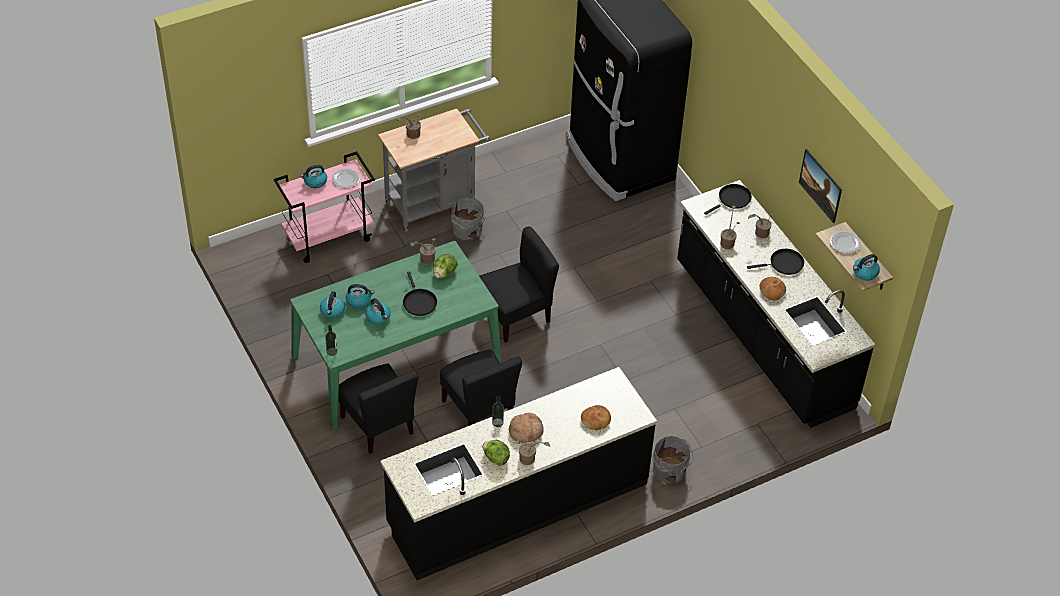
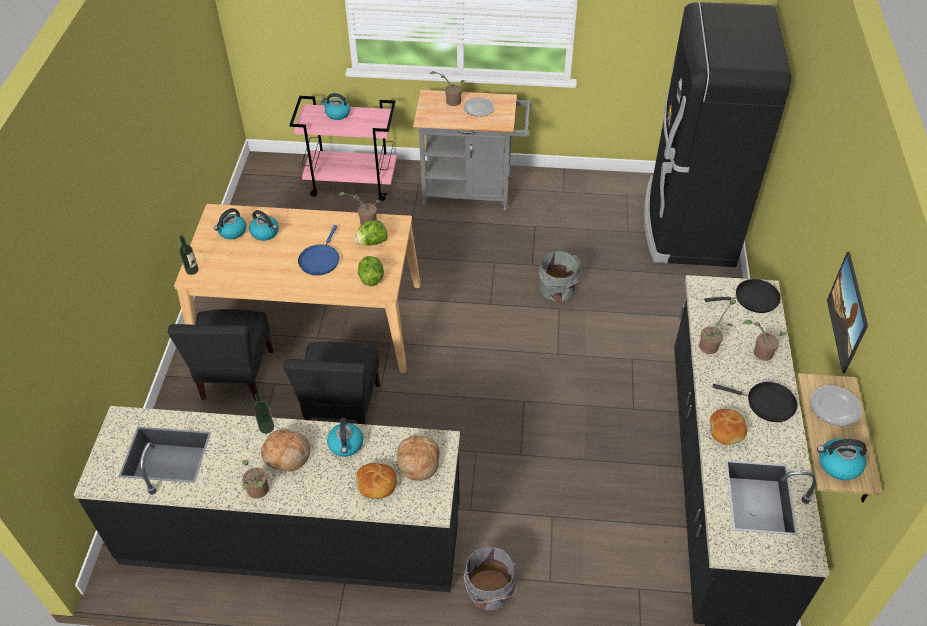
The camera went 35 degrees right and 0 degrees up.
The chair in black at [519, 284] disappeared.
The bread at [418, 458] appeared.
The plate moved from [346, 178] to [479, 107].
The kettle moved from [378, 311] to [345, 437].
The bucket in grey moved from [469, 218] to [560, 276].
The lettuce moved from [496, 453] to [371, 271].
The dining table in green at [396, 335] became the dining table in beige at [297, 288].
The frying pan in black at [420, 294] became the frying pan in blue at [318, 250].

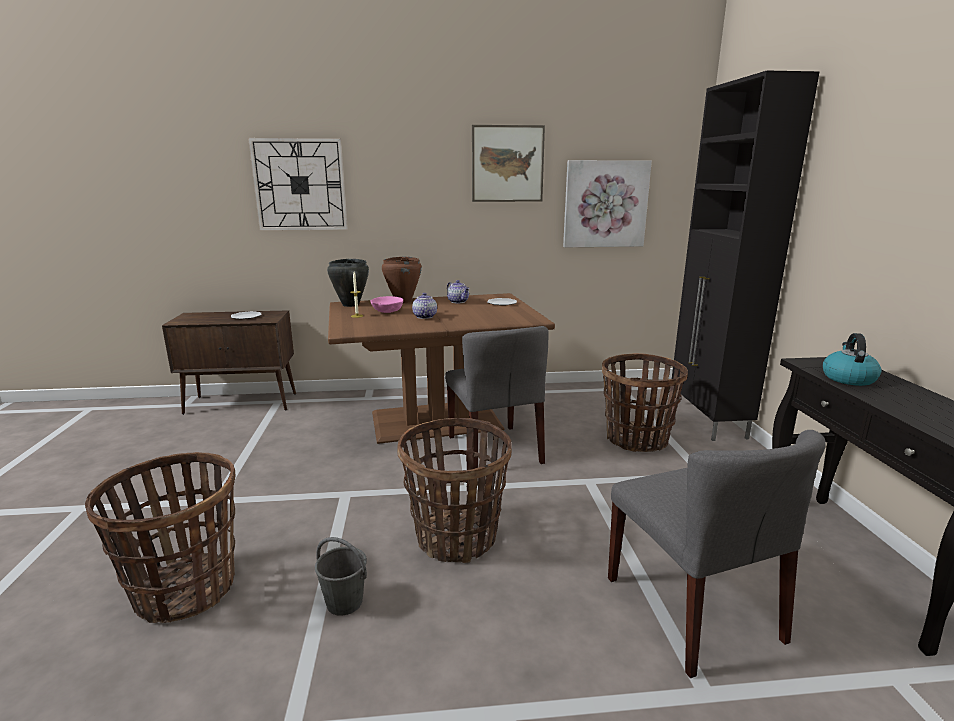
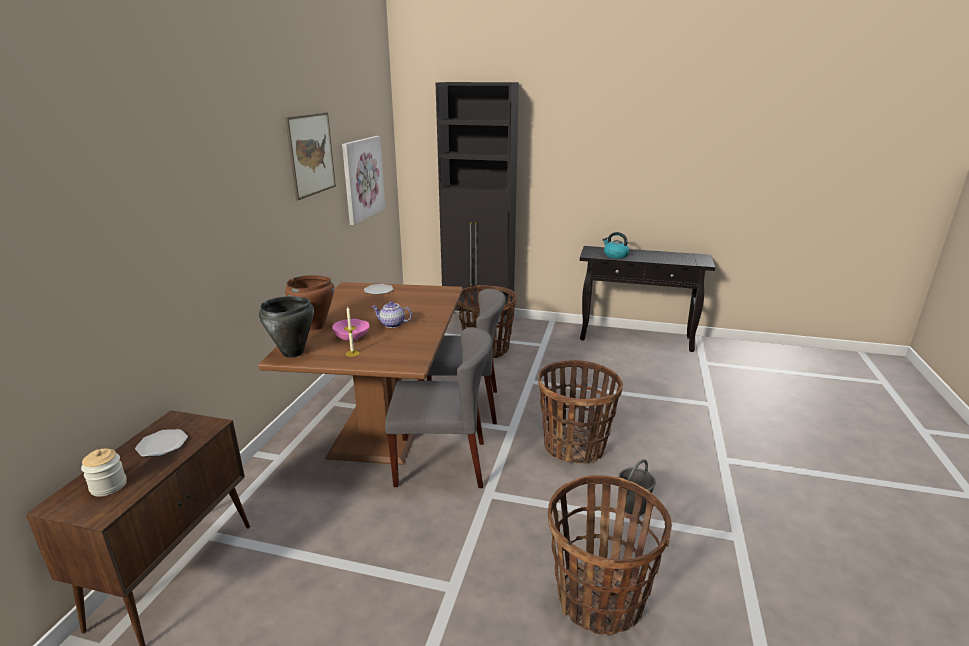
The camera went 70 degrees left and 5 degrees up.
The wall clock at [298, 184] disappeared.
The teapot at [458, 291] disappeared.
The jar at [104, 473] appeared.
The chair in grey moved from [717, 554] to [438, 407].

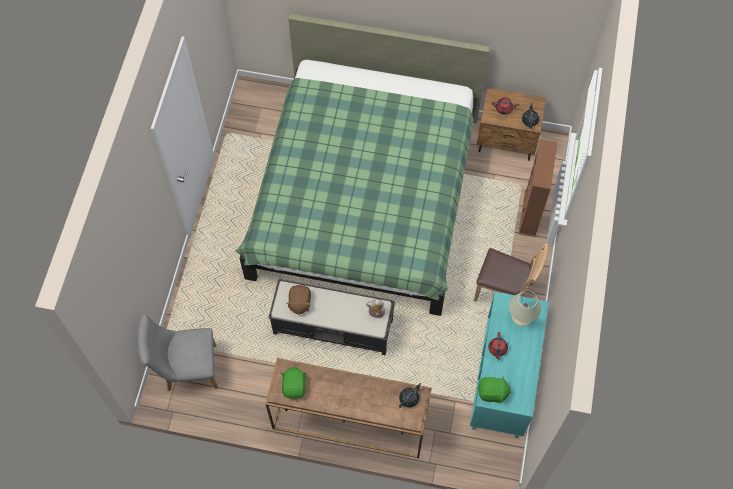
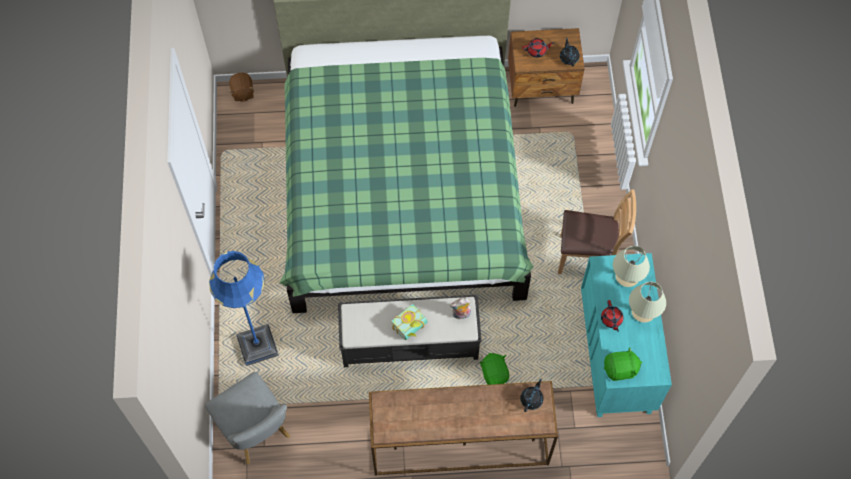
The camera went 15 degrees left and 0 degrees up.
The bookcase in brown at [538, 188] disappeared.
The floor lamp in blue at [244, 308] appeared.
The book at [409, 322] appeared.
The table lamp in beige at [647, 302] appeared.
The plush toy in green moved from [294, 383] to [494, 369].
The plush toy in brown moved from [299, 300] to [241, 87].
The chair in grey at [178, 353] turned 105 degrees counterclockwise.

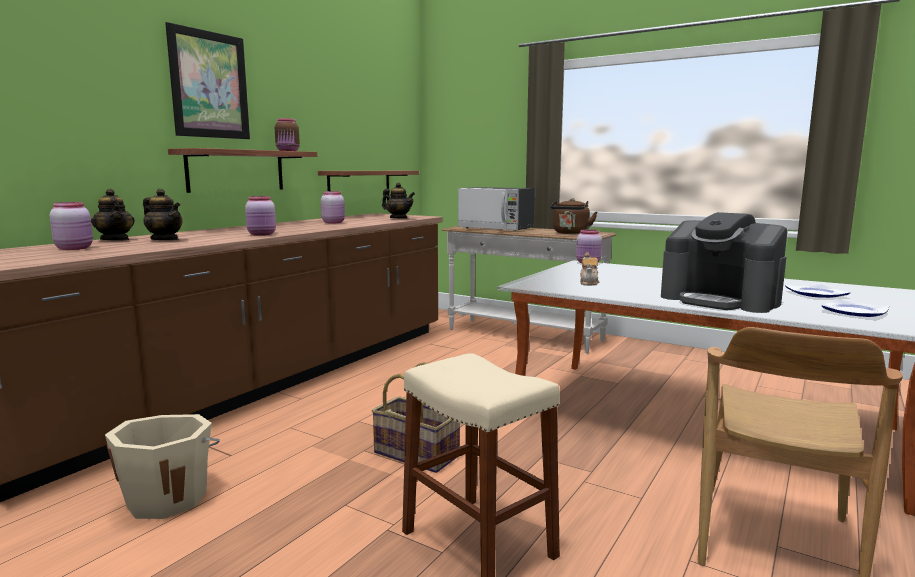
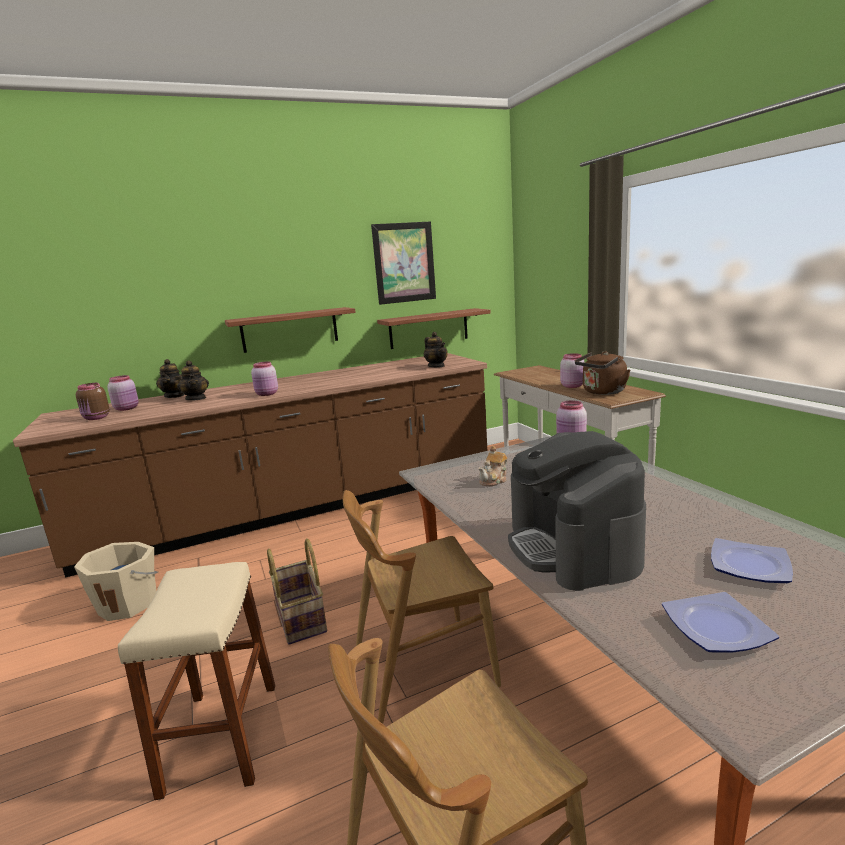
The camera went 35 degrees right and 5 degrees up.
The microwave at [496, 209] disappeared.
The chair in brown at [422, 607] appeared.
The picture moved from [207, 80] to [403, 263].
The jar in brown moved from [287, 134] to [93, 401].
The jar in pink moved from [333, 207] to [572, 370].

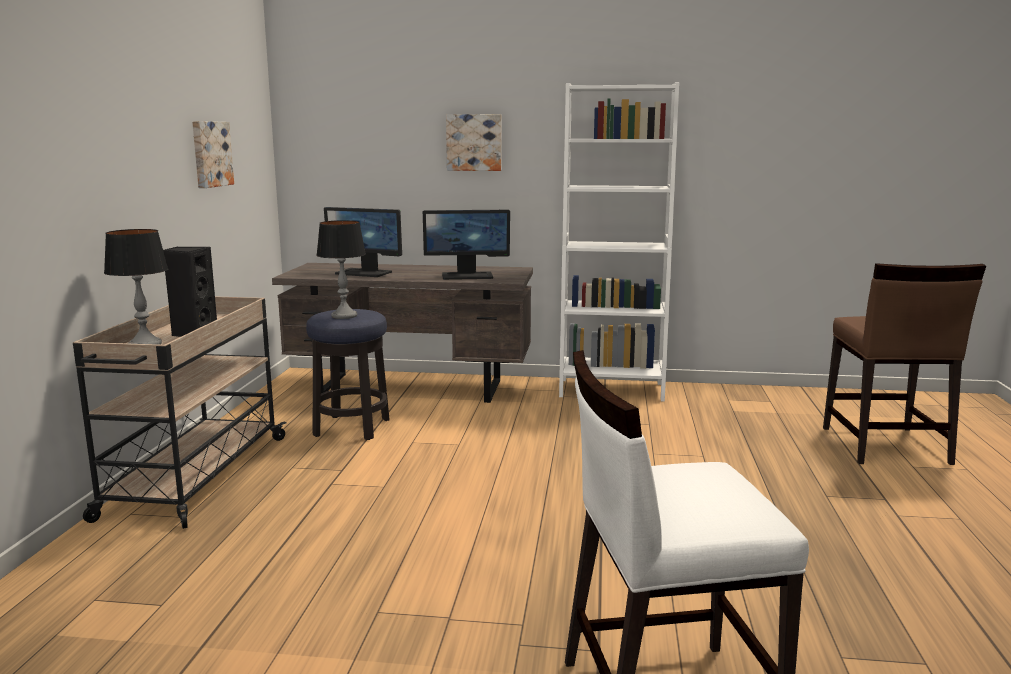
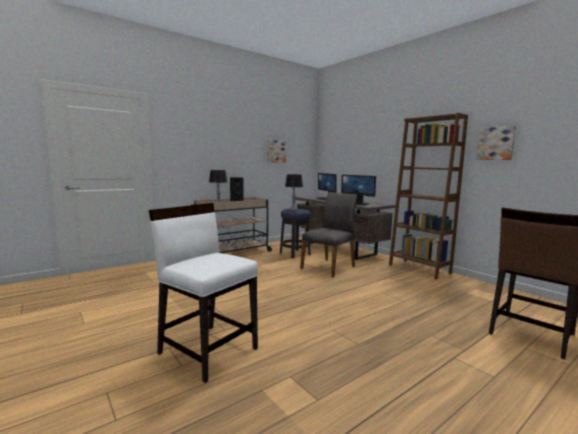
The camera went 45 degrees right and 5 degrees down.
The chair in grey at [328, 235] appeared.
The picture moved from [474, 142] to [496, 143].
The bookcase in white at [619, 241] became the bookcase in brown at [428, 196].

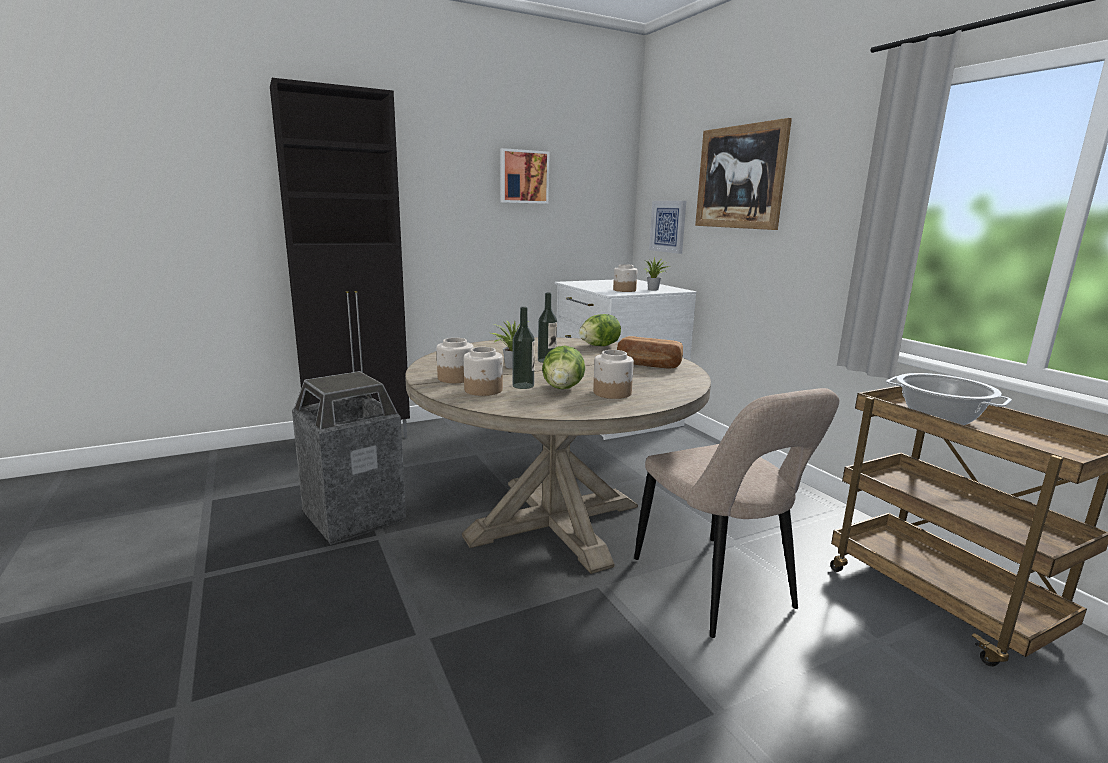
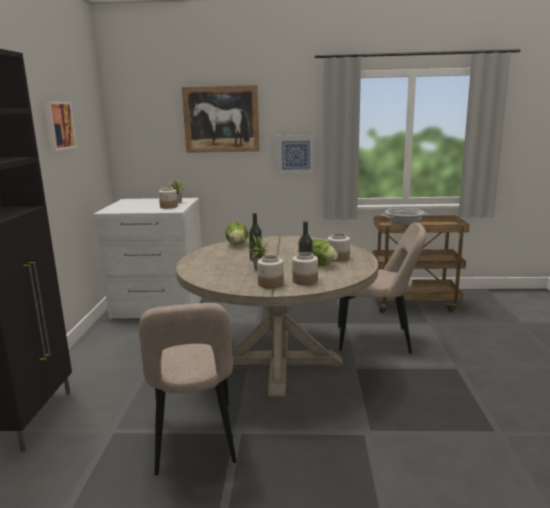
The camera went 60 degrees left and 0 degrees up.
The bread at [650, 352] disappeared.
The picture moved from [667, 227] to [295, 154].
The trash can at [349, 458] was replaced by the chair in beige at [187, 389].

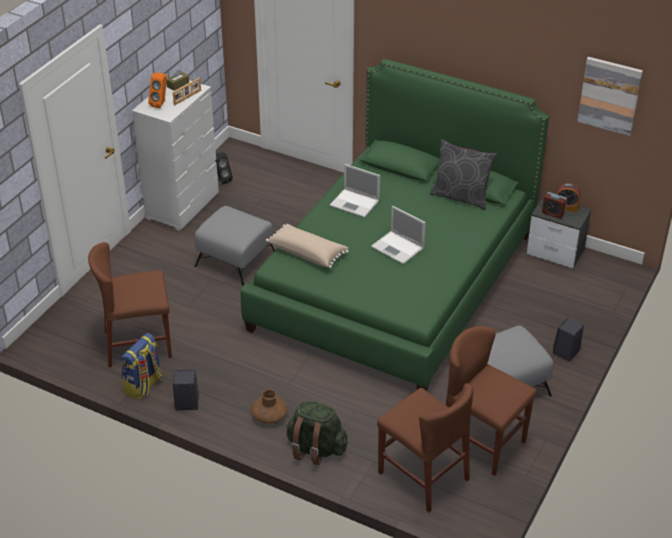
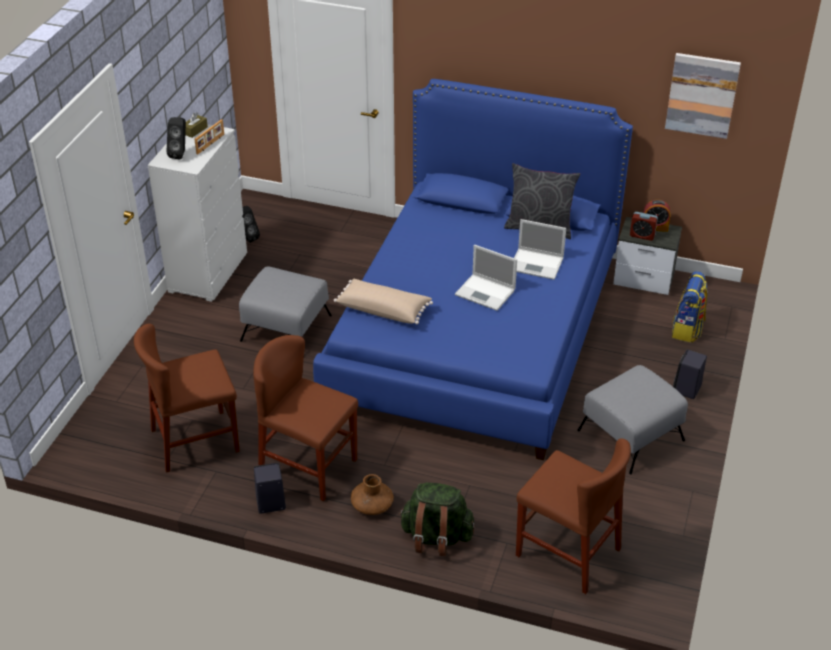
The camera went 10 degrees left and 0 degrees up.
The backpack moved from [142, 366] to [690, 307].
The laptop moved from [355, 191] to [540, 249].
The chair in brown moved from [491, 401] to [305, 418].
The speaker in orange at [157, 90] became the speaker in black at [176, 138].
The bed in green at [395, 225] became the bed in blue at [473, 269].

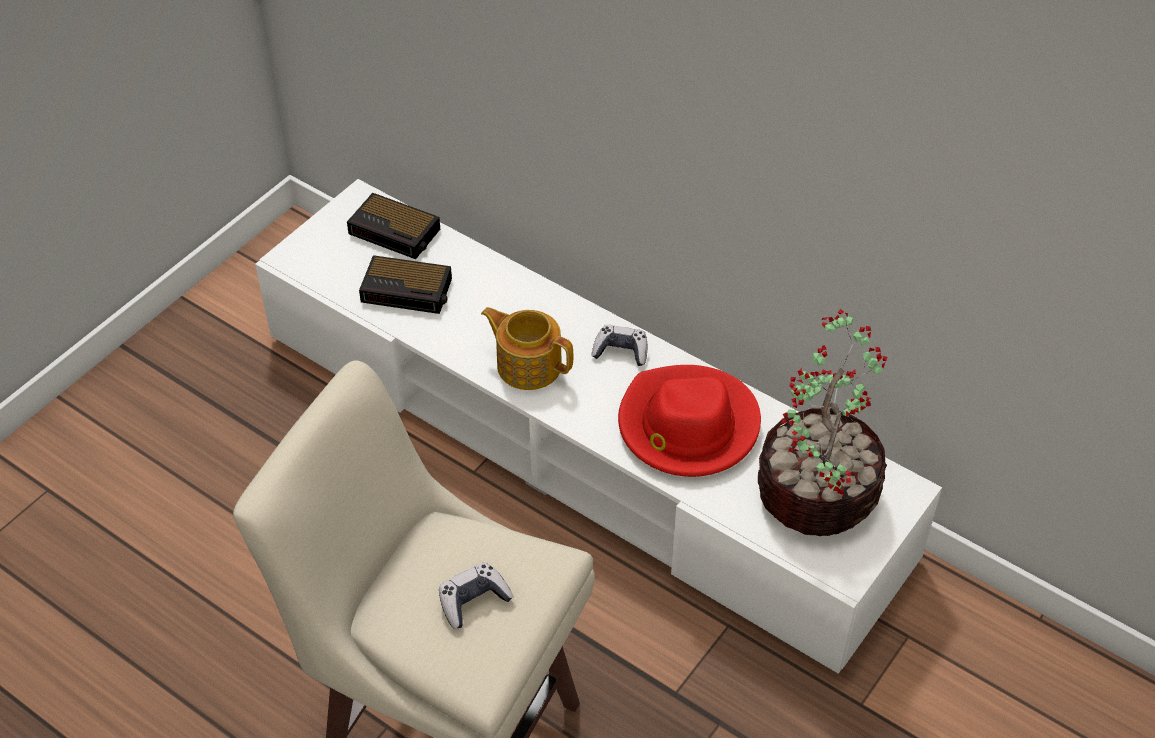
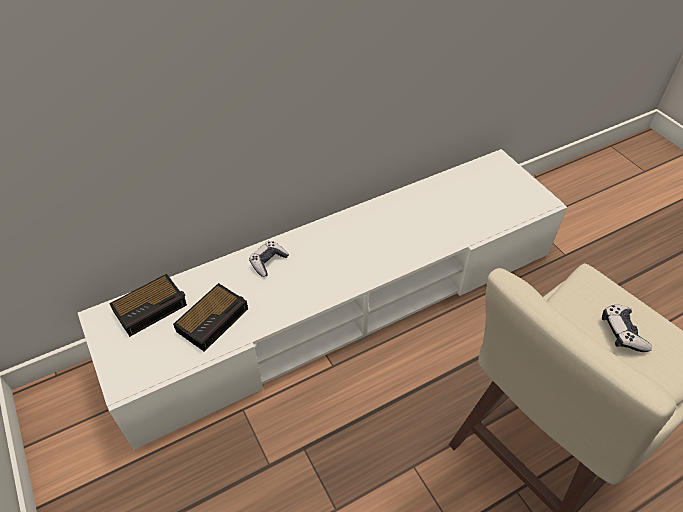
The camera went 65 degrees left and 0 degrees up.
The teapot at [527, 348] disappeared.
The hat in red at [689, 421] disappeared.
The potted plant at [823, 422] disappeared.
The game controller moved from [619, 345] to [269, 259].

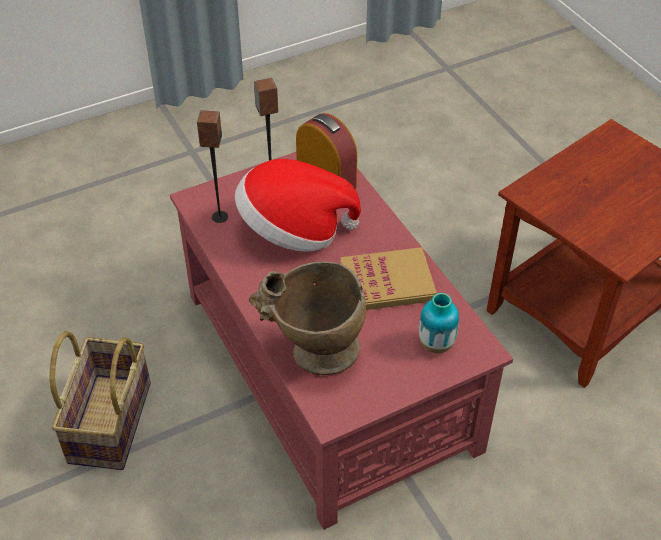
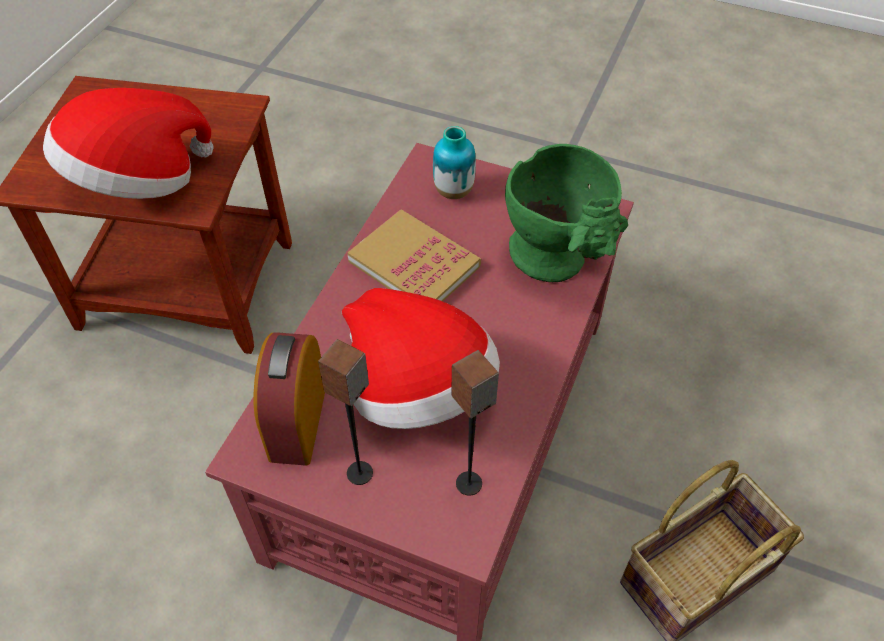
The camera went 130 degrees left and 5 degrees up.
The hat at [128, 143] appeared.
The vase in beige at [307, 318] became the vase in green at [566, 213].

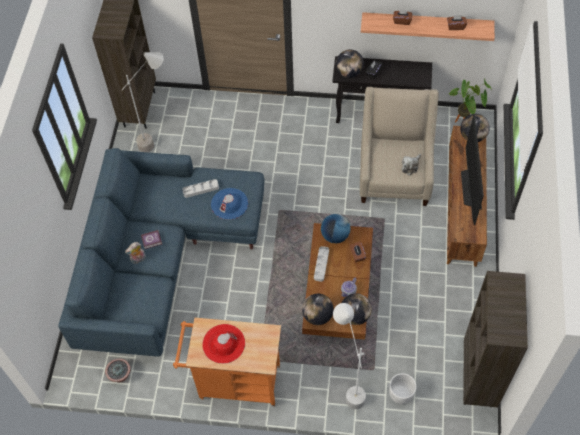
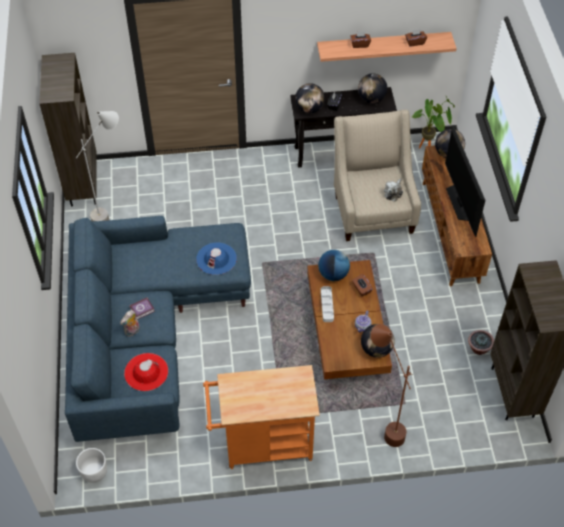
The camera went 15 degrees left and 5 degrees down.
The tray in grey at [200, 188] disappeared.
The potted plant moved from [117, 370] to [481, 342].
The hat in red moved from [224, 344] to [146, 372].
The globe moved from [318, 309] to [372, 88].
The planter in white moved from [402, 388] to [91, 465].
The floor lamp in white at [349, 356] became the floor lamp in brown at [392, 385].

